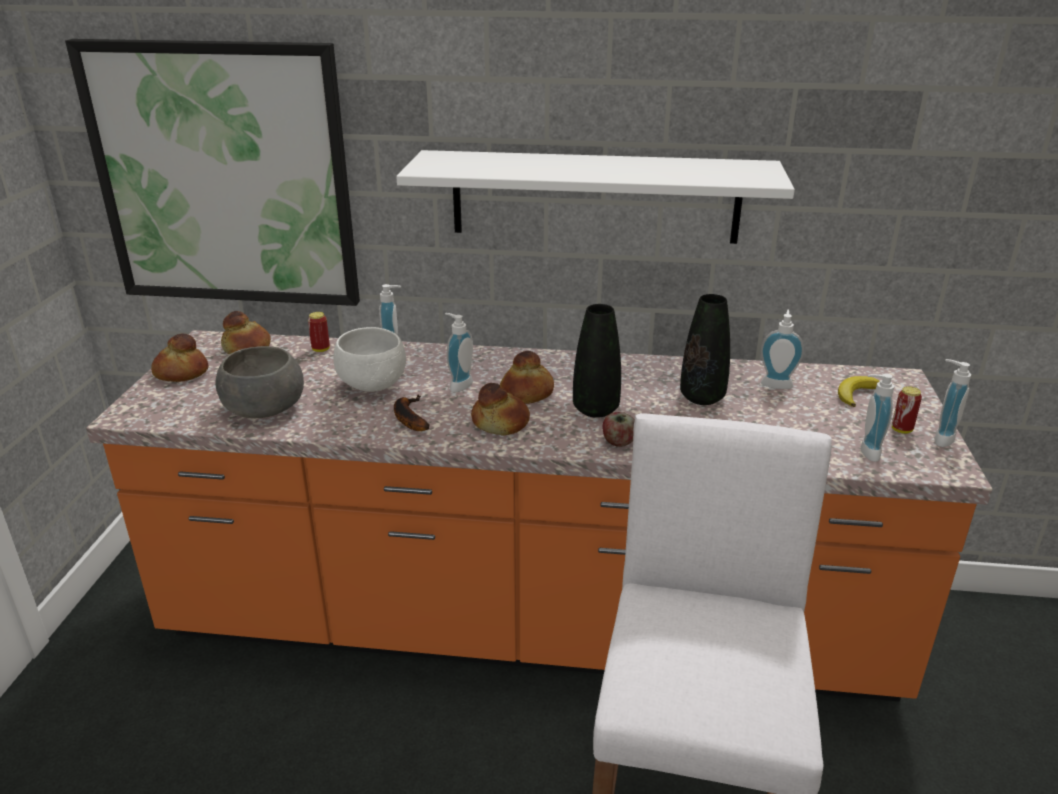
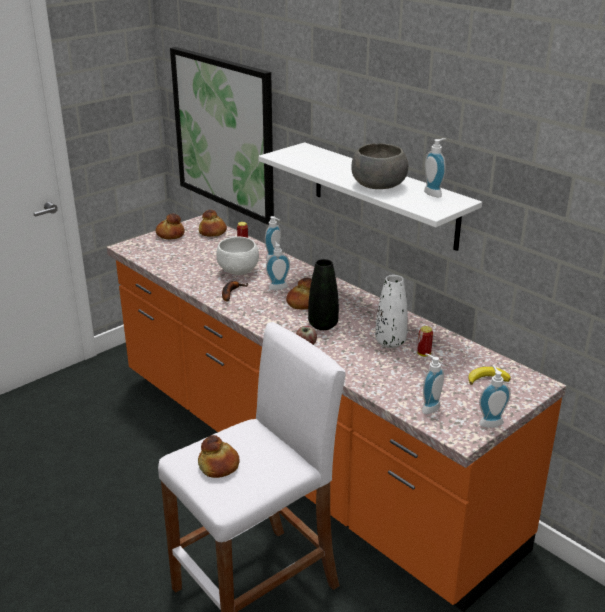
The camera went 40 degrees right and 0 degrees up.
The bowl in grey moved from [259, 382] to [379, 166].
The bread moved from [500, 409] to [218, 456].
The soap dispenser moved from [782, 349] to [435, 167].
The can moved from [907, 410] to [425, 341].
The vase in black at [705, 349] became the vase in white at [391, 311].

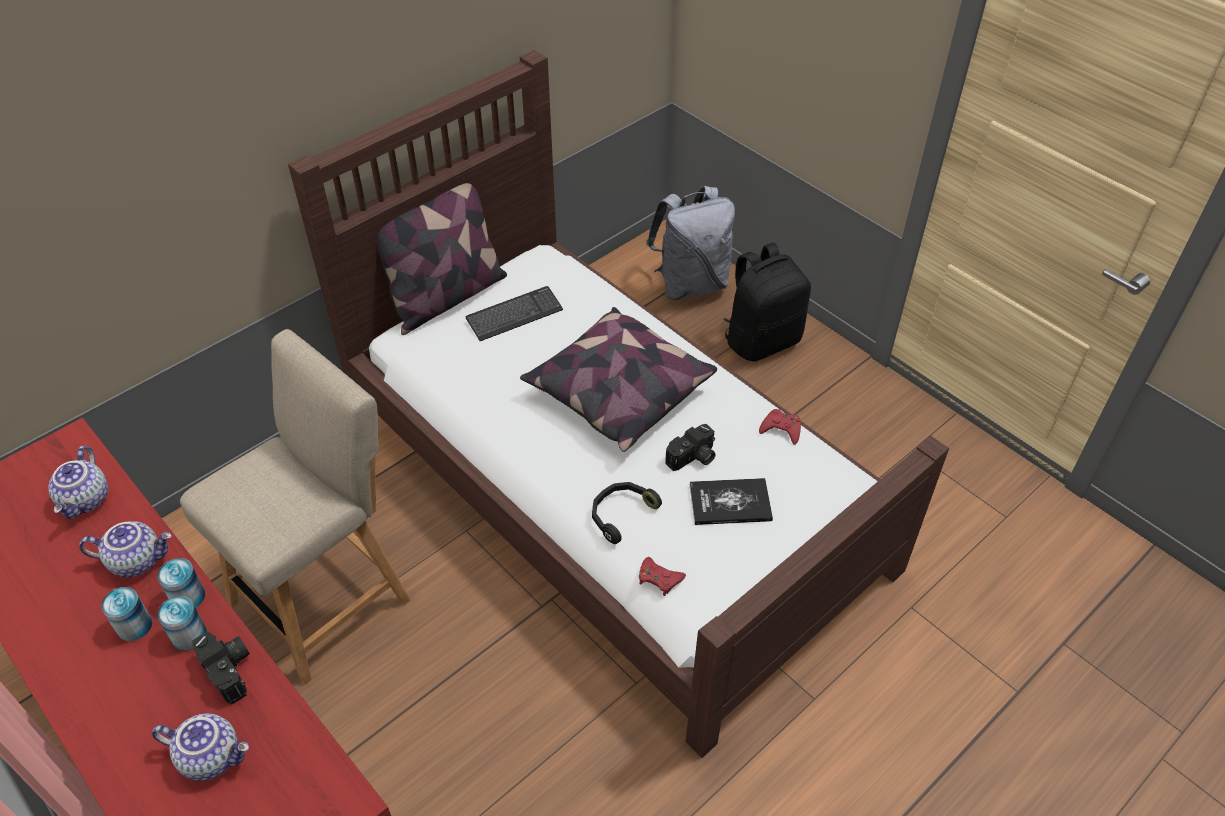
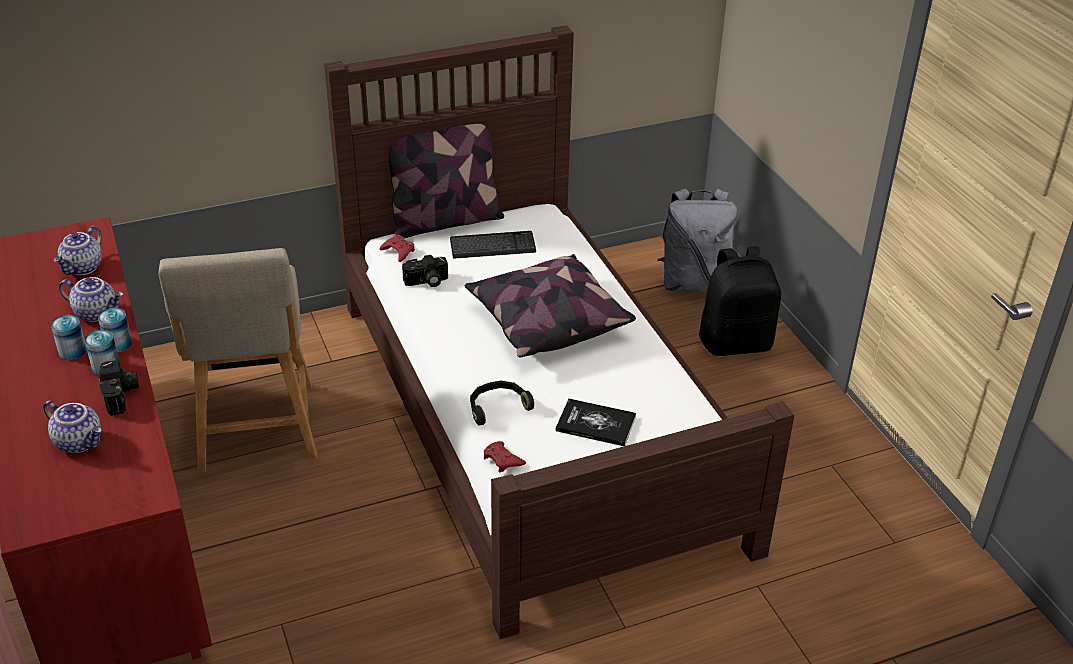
The camera went 20 degrees right and 10 degrees down.
The photo camera moved from [690, 447] to [425, 271].
The game controller in red moved from [780, 427] to [397, 248].
The chair in beige at [295, 507] turned 105 degrees clockwise.

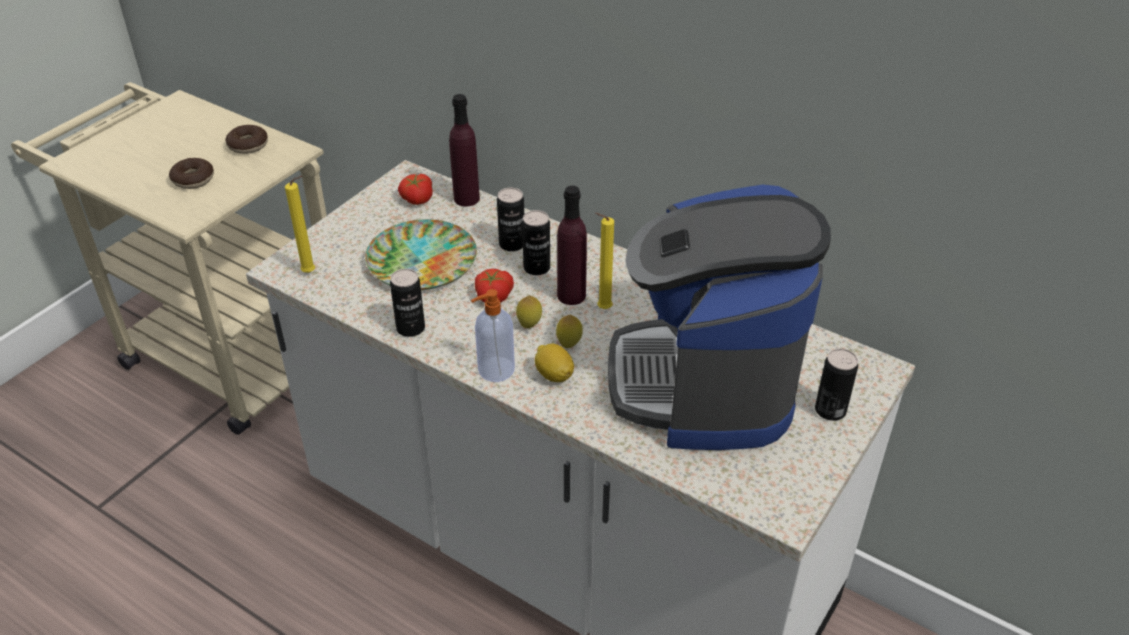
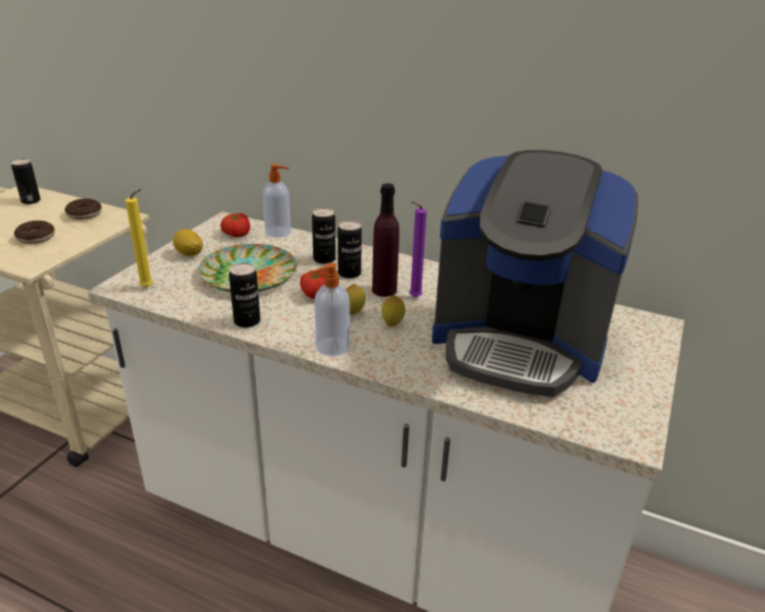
The camera went 10 degrees left and 10 degrees down.
The lemon moved from [554, 363] to [188, 242].
The can moved from [836, 384] to [25, 181].
The bottle in purple at [464, 150] was replaced by the soap dispenser at [276, 201].
The candle in yellow at [604, 261] became the candle in purple at [418, 249].
The coffee machine at [719, 317] turned 60 degrees counterclockwise.

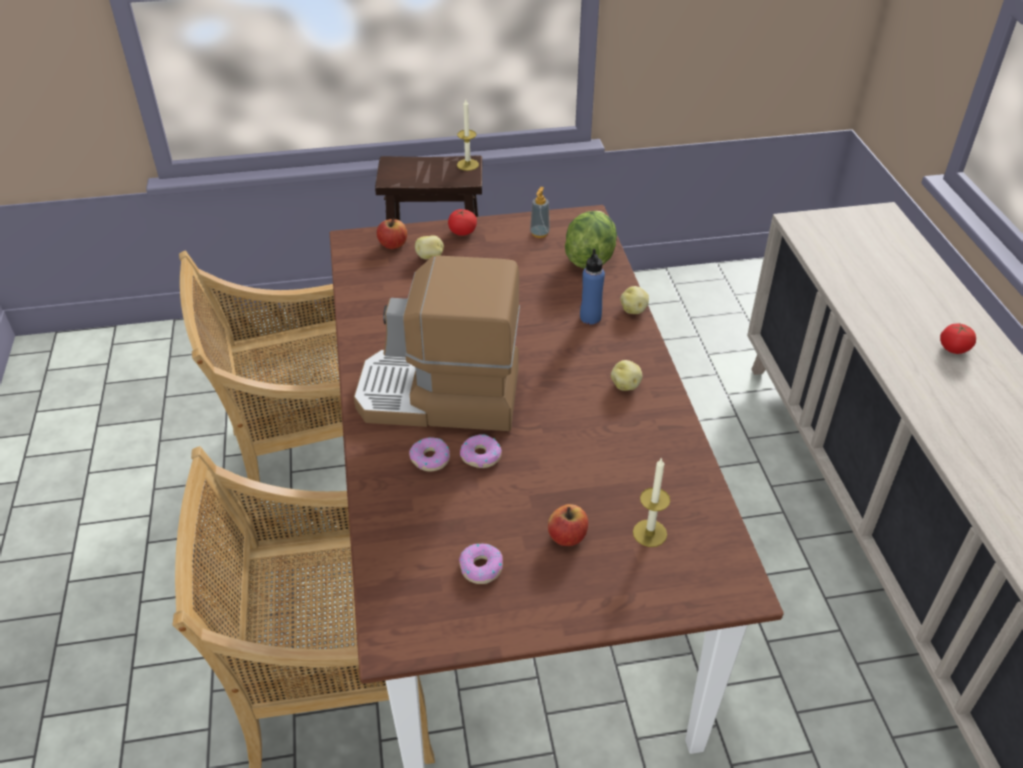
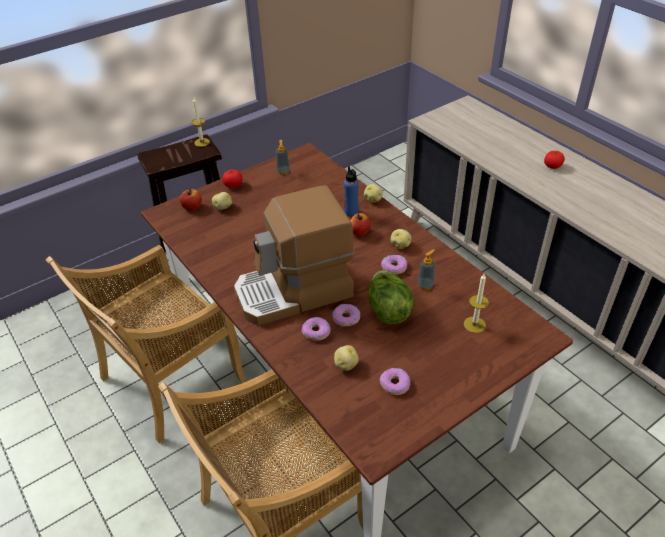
The camera went 25 degrees left and 0 degrees up.
The potato at [346, 358] appeared.
The donut at [394, 264] appeared.
The soap dispenser at [426, 269] appeared.
The apple moved from [568, 525] to [360, 224].
The lettuce moved from [591, 240] to [391, 297].

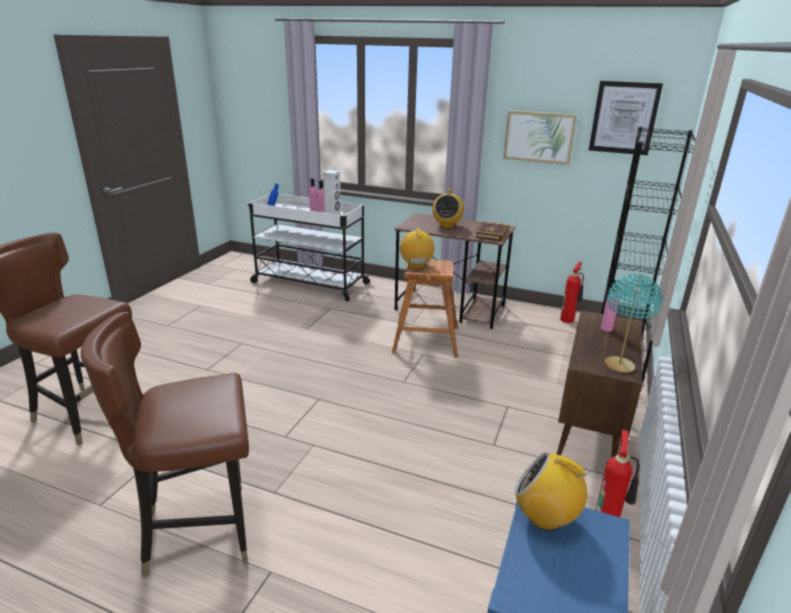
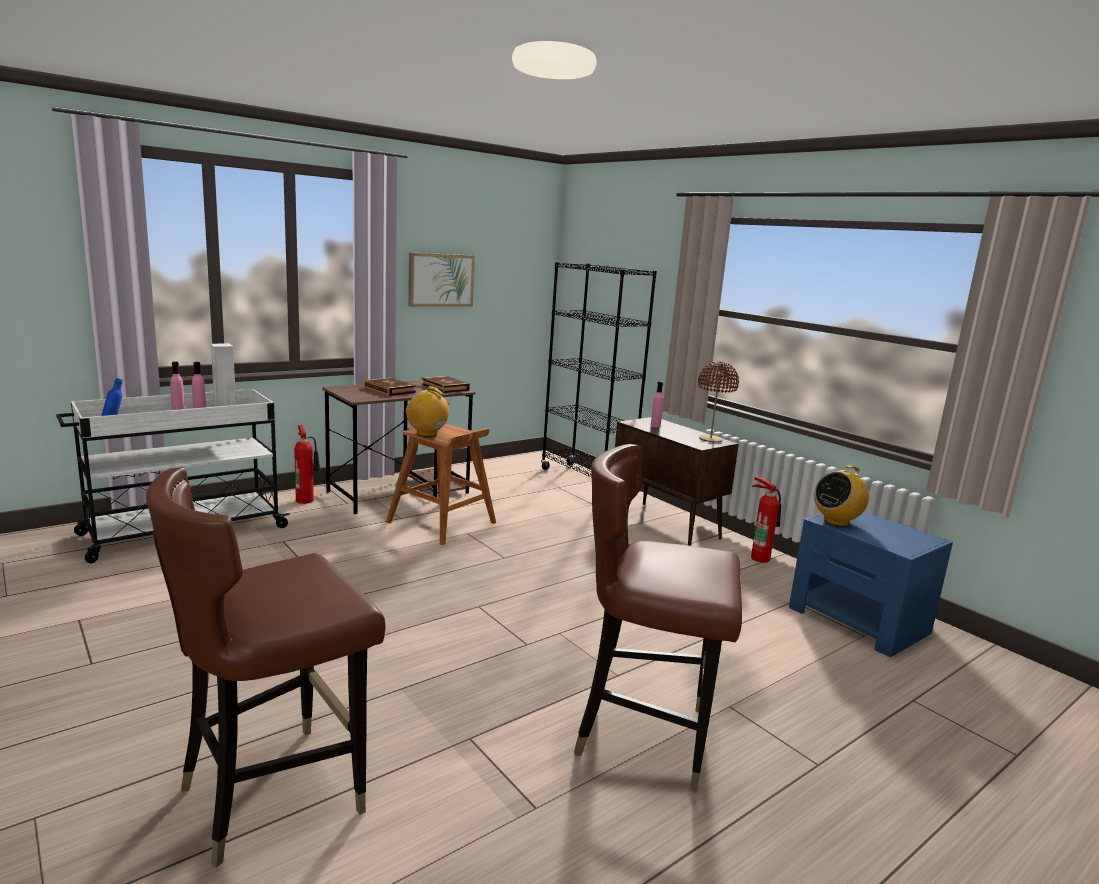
The camera went 60 degrees left and 10 degrees down.
The picture at [626, 118] disappeared.
The fire extinguisher moved from [572, 292] to [307, 464].
The radio at [448, 208] was replaced by the book at [390, 386].
The table lamp in turquoise at [633, 323] became the table lamp in brown at [718, 401].
The chair in brown at [165, 445] turned 90 degrees clockwise.

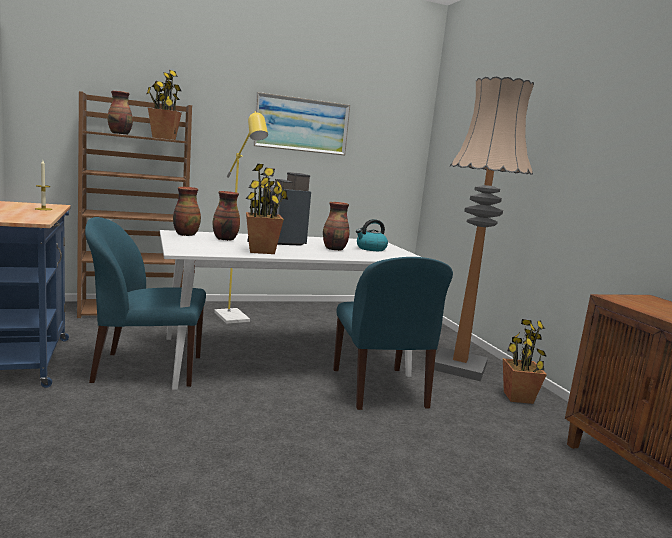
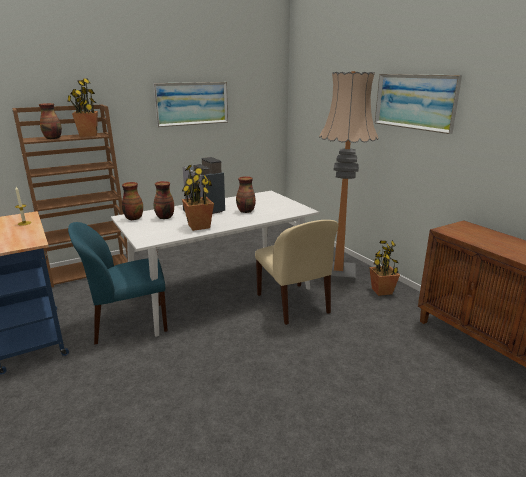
The camera went 10 degrees left and 10 degrees up.
The floor lamp in yellow at [241, 217] disappeared.
The kettle at [372, 235] disappeared.
The picture at [418, 104] appeared.
The chair in blue at [393, 333] became the chair in beige at [296, 272].

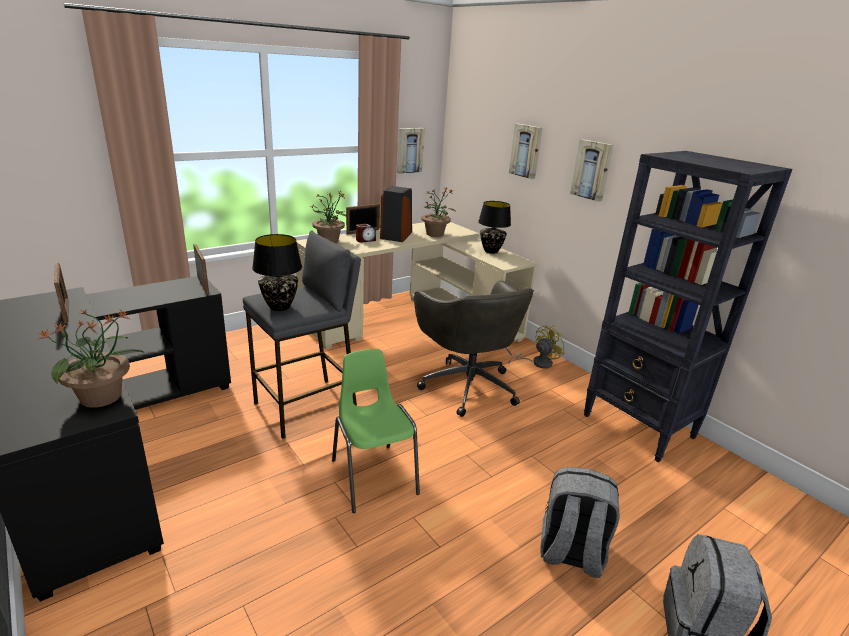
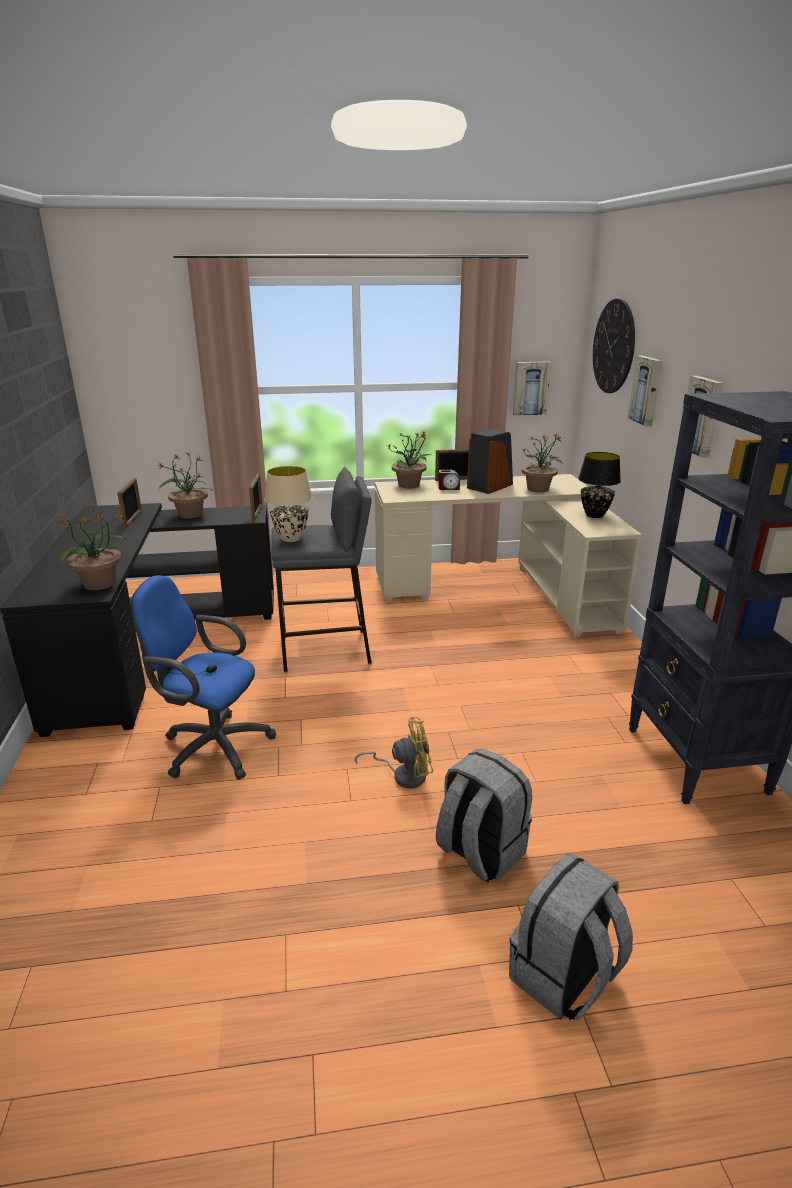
The camera went 30 degrees right and 0 degrees up.
The chair in green at [376, 431] disappeared.
The office chair in grey at [474, 349] disappeared.
The office chair in blue at [203, 677] appeared.
The potted plant at [185, 485] appeared.
The wall clock at [614, 346] appeared.
The fan in yellow moved from [537, 347] to [394, 752].
The table lamp in black at [277, 272] became the table lamp in beige at [288, 504].

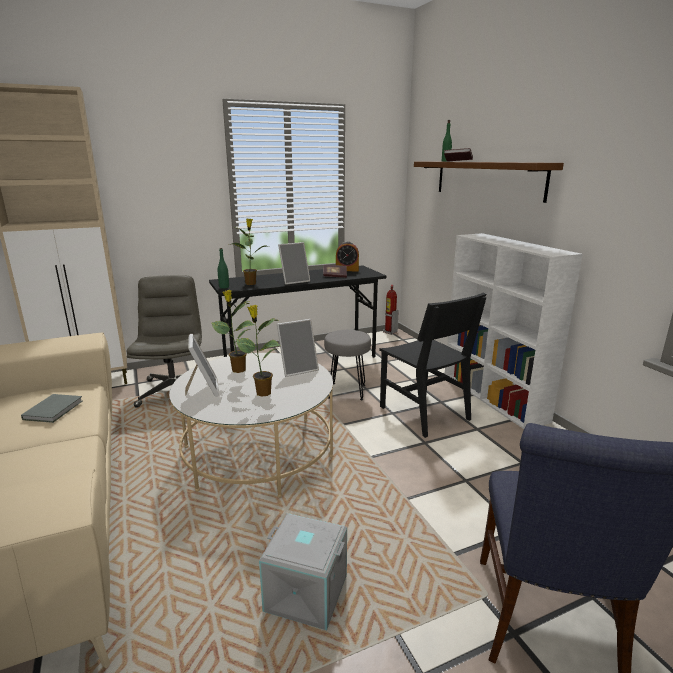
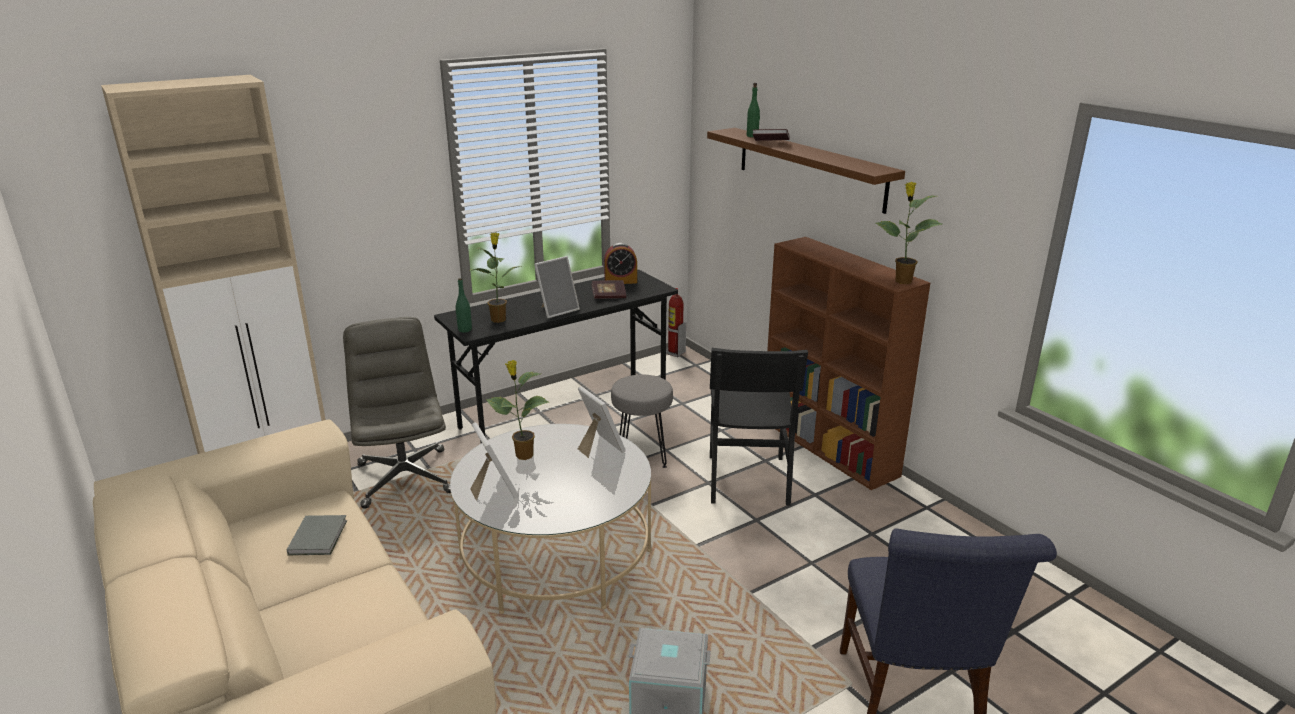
The camera went 10 degrees left and 5 degrees up.
The potted plant moved from [258, 351] to [909, 233].
The bookcase in white at [514, 331] became the bookcase in brown at [848, 363].
The picture frame at [298, 348] turned 90 degrees counterclockwise.
The chair in black at [433, 365] turned 45 degrees clockwise.

